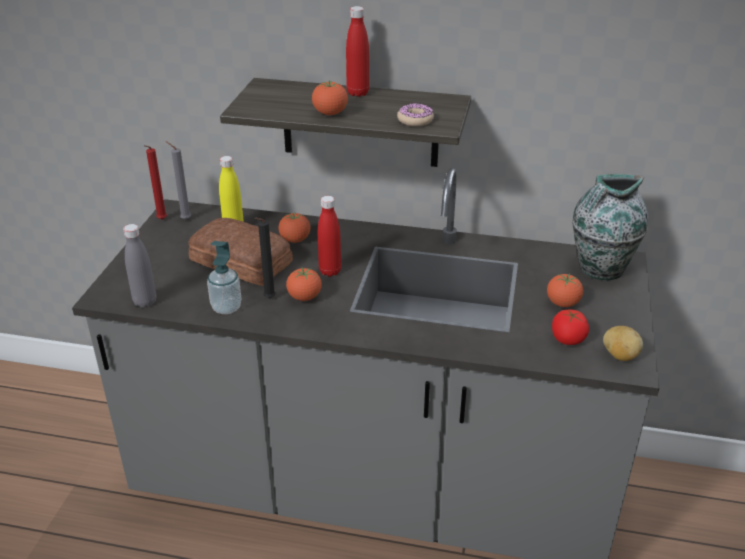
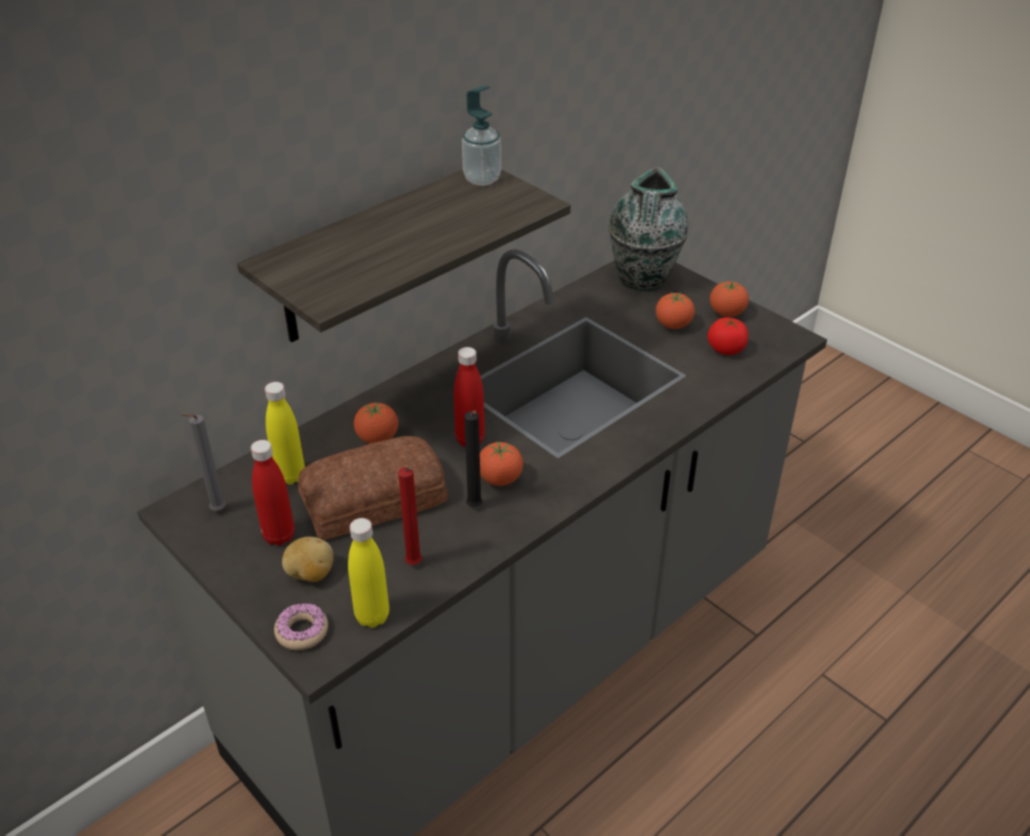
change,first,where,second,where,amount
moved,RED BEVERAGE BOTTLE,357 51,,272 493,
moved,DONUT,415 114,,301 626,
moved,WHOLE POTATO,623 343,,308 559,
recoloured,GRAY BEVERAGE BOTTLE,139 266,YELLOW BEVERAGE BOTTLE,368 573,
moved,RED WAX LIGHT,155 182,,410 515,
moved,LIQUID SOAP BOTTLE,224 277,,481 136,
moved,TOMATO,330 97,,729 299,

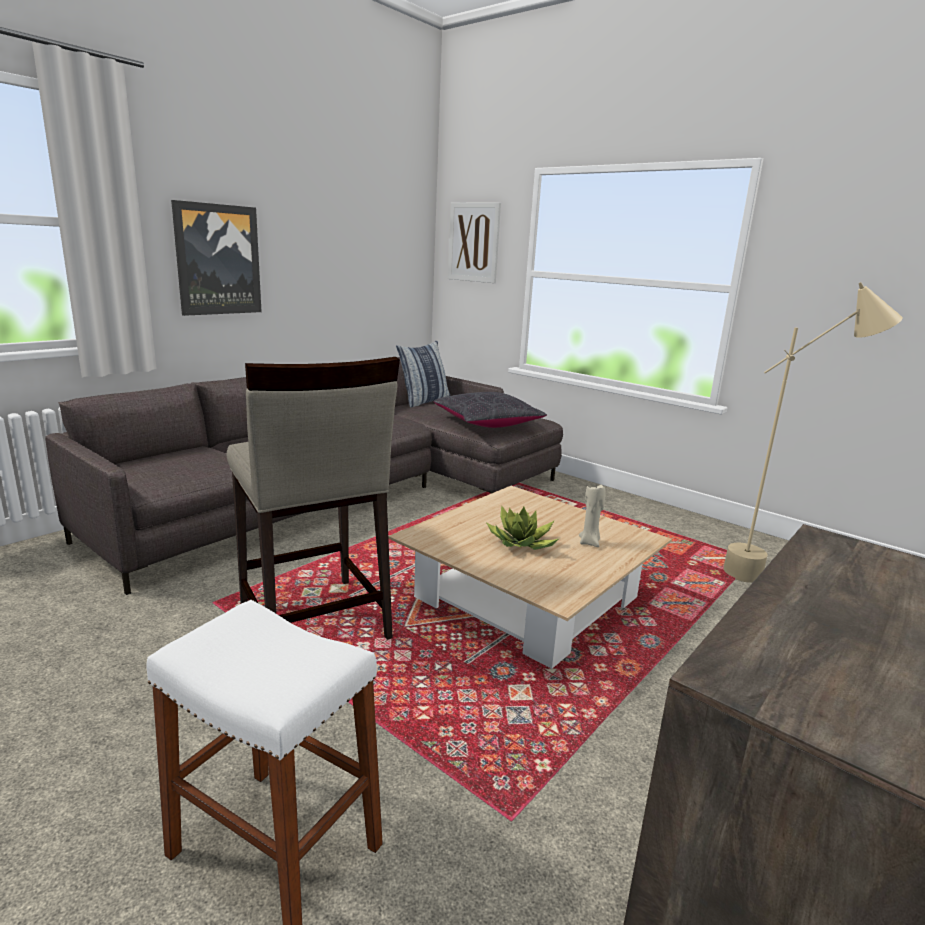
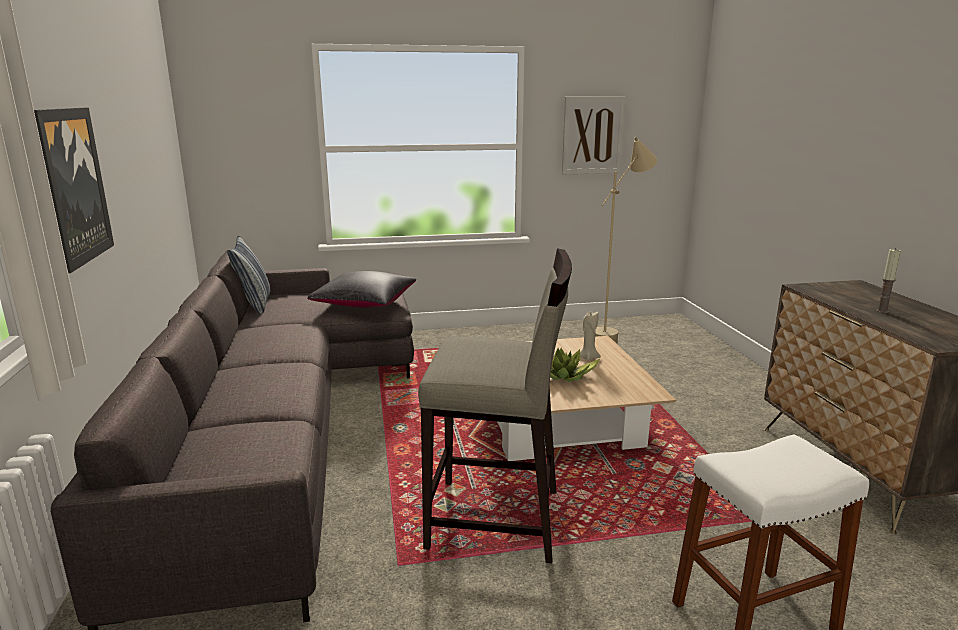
change,first,where,second,where,amount
moved,WALL ART,474 242,,593 135,
added,,,WAX LIGHT,888 280,

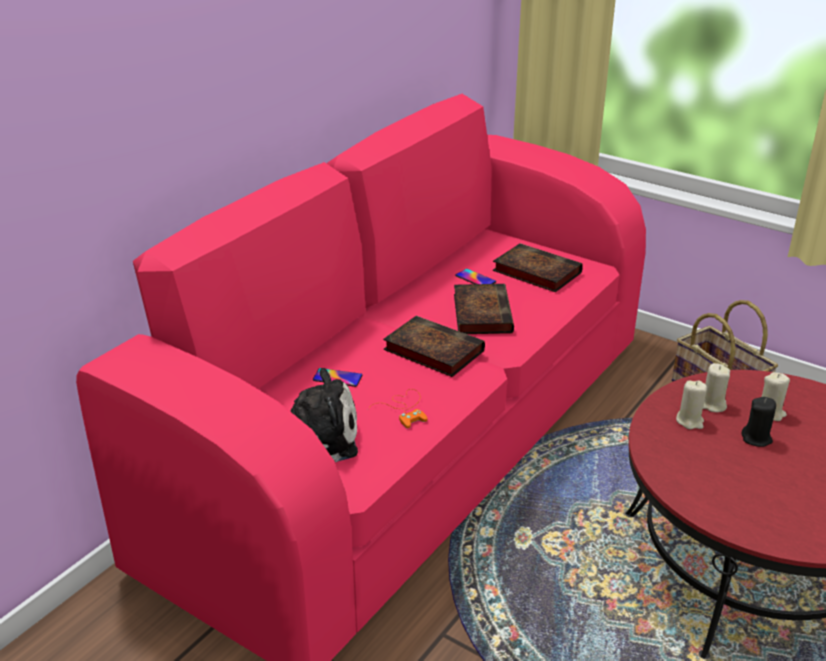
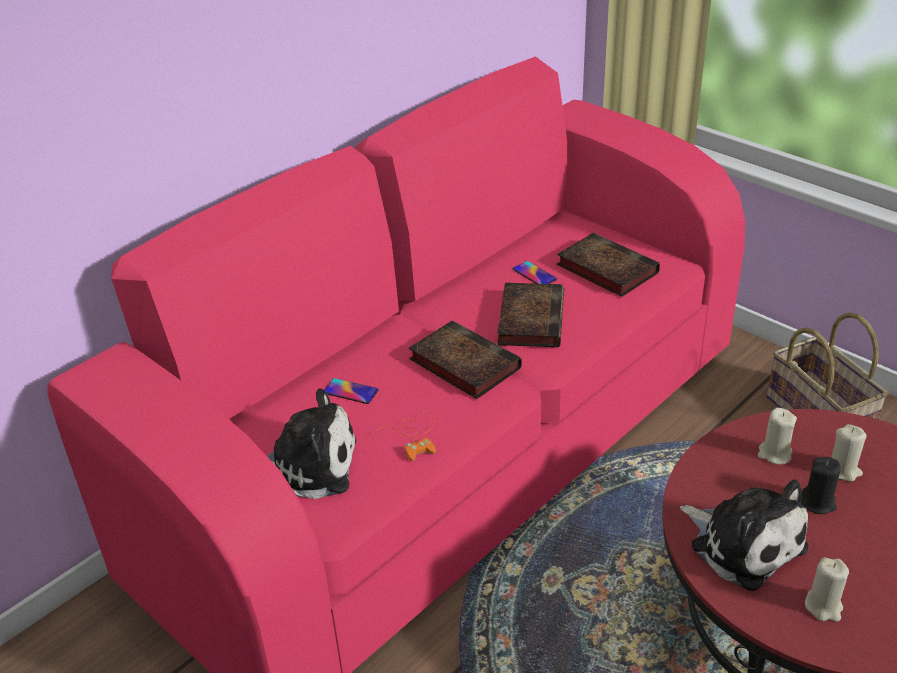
change,first,where,second,where,amount
added,,,CUDDLY TOY,744 535,
moved,BEIGE WAX LIGHT,691 404,,827 589,

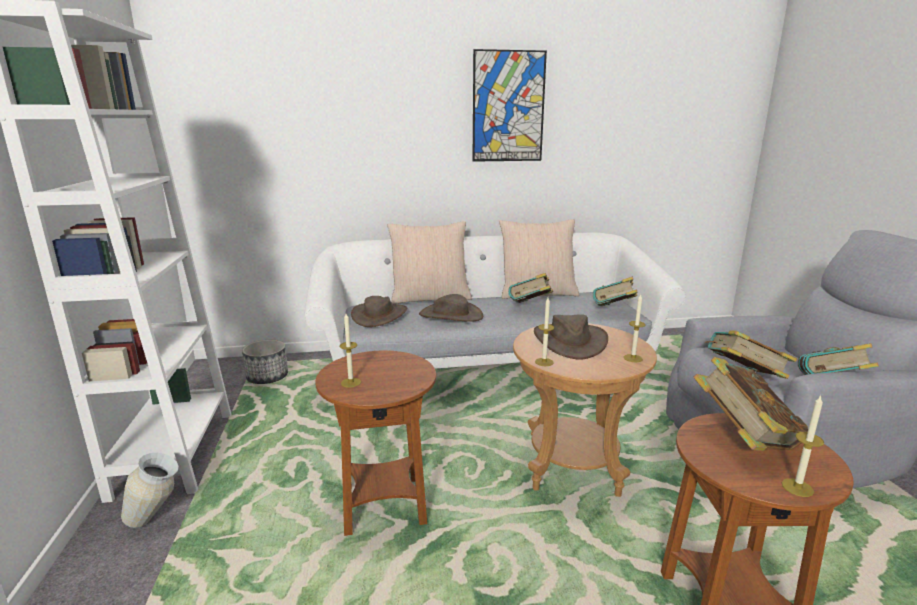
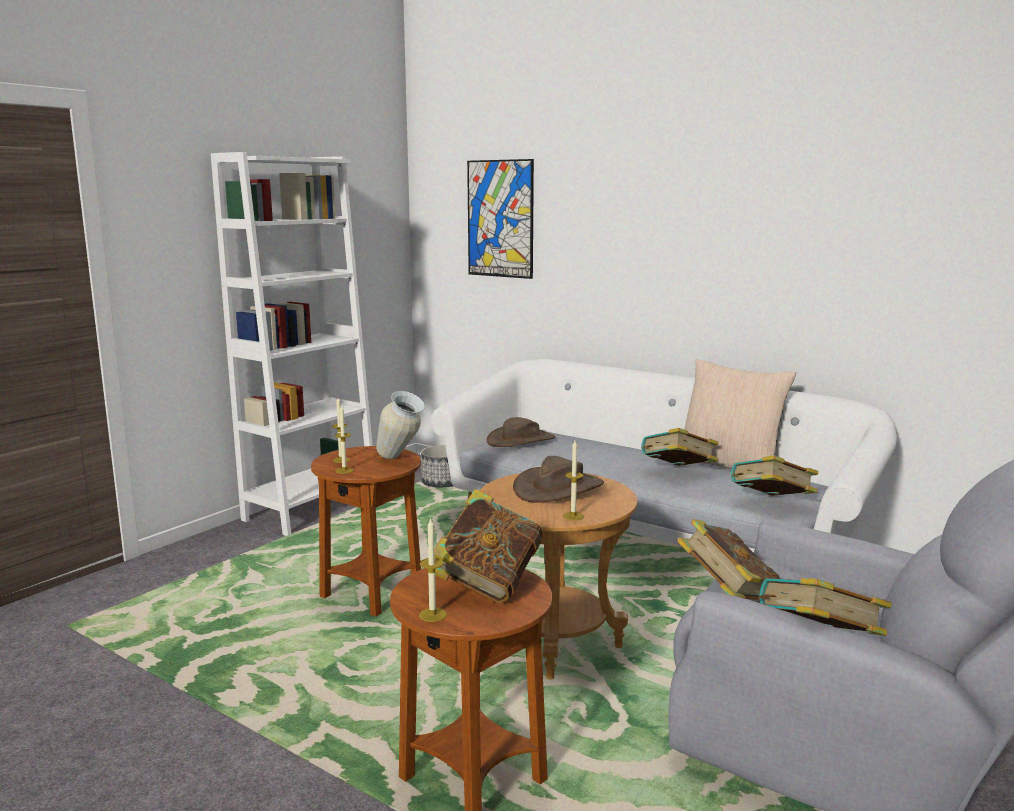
change,first,where,second,where,amount
moved,WAX LIGHT,544 332,,344 439,
moved,DECORATIVE VASE,150 490,,400 425,
moved,WALL ART,509 105,,500 219,
removed,BEIGE CUSHION,429 262,,,
removed,BROWN CLOTHING HAT,451 308,,,

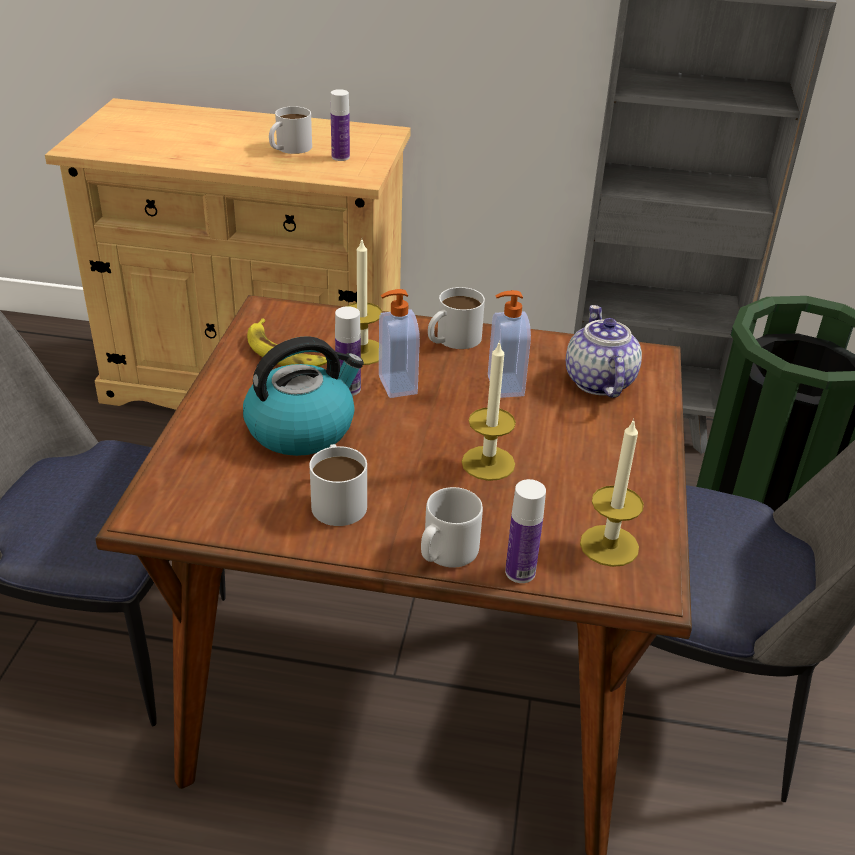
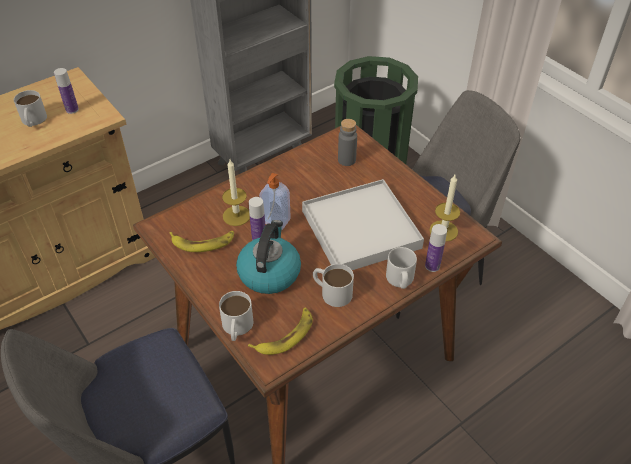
change,first,where,second,where,amount
moved,WHITISH TEA MUG,456 318,,236 316,
added,,,WHOLE BANANA,280 331,
replaced,WAX LIGHT,489 410,WHITISH SERVING TRAY,363 224,
replaced,TEAPOT,604 351,GRAY BEVERAGE BOTTLE,347 142,
removed,LIQUID SOAP BOTTLE,509 344,,,

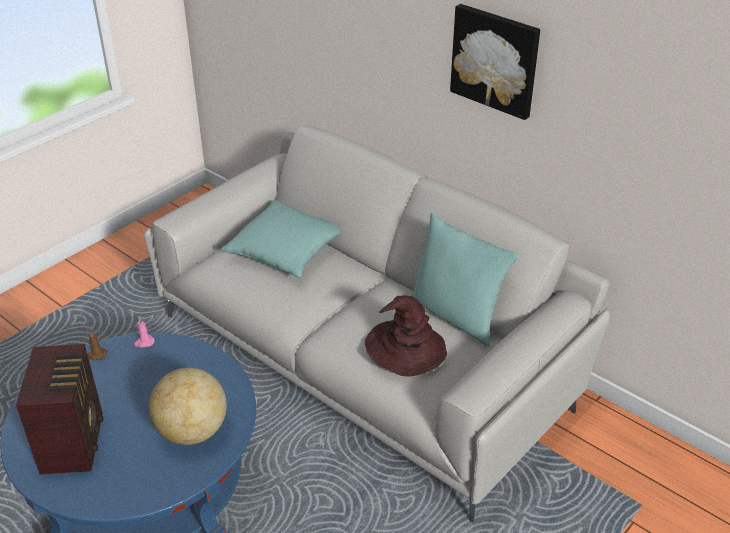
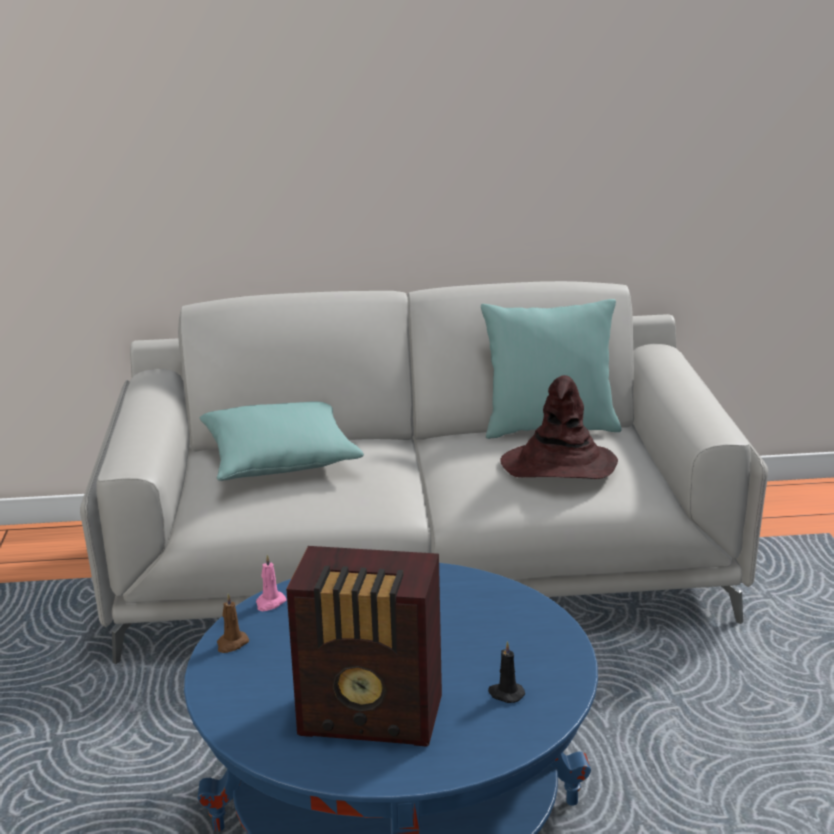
change,first,where,second,where,amount
turned,RADIO,60 409,,364 646,150 degrees clockwise
added,,,BLACK-COLOURED WAX LIGHT,506 672,
removed,DESK GLOBE,188 406,,,
removed,WALL ART,495 62,,,

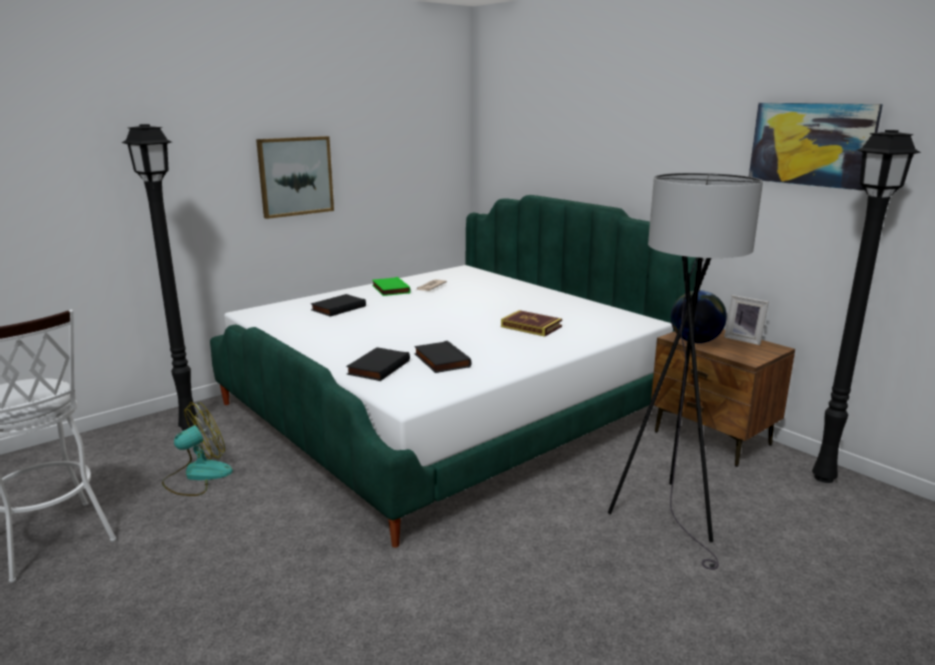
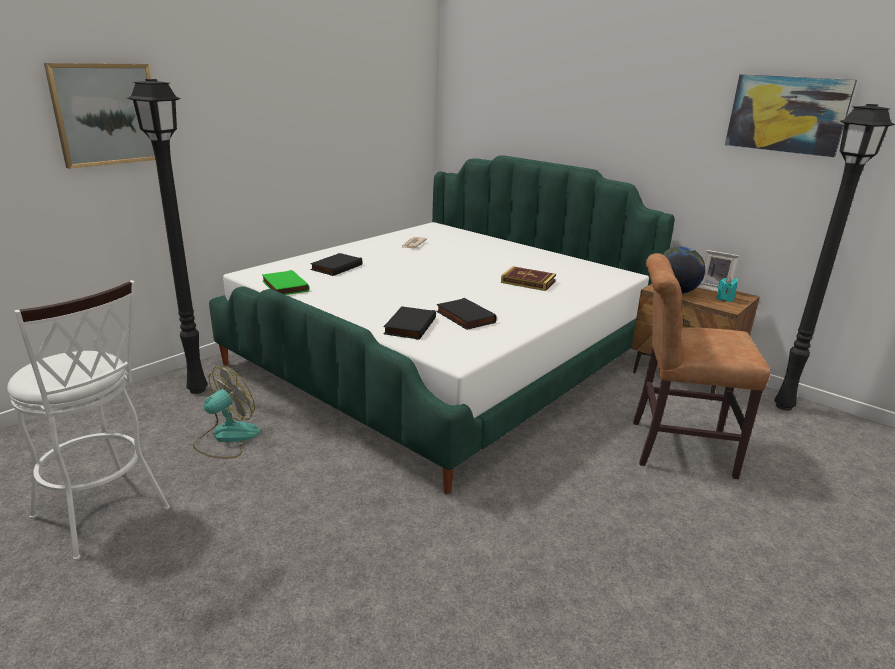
change,first,where,second,where,amount
moved,WALL ART,295 177,,99 116,
moved,GREENISH BOOK,391 286,,285 282,
replaced,GRAY STANDARD LAMP,685 371,BROWN PLAIN CHAIR,701 366,
added,,,BLUE-GREEN WAX LIGHT,727 289,

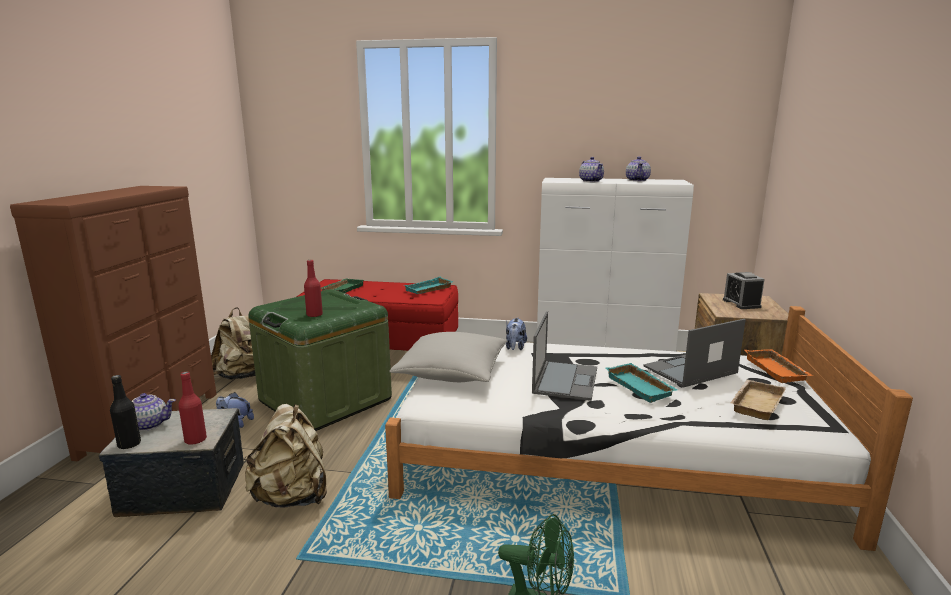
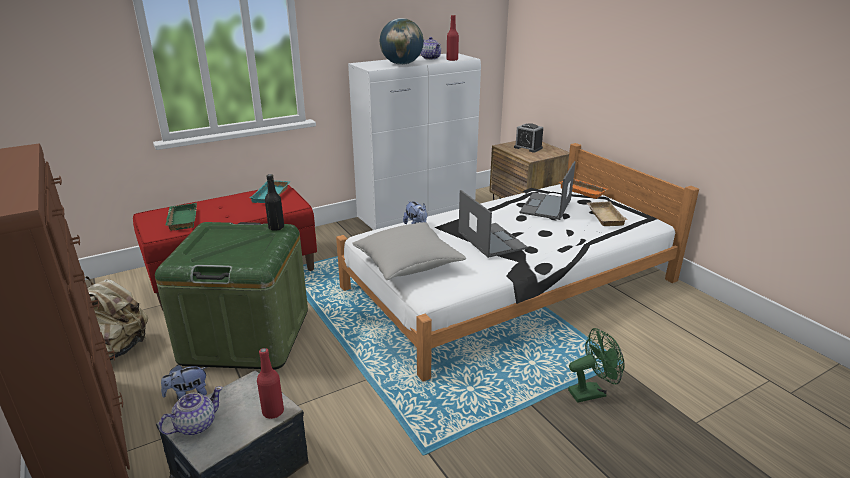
change,first,where,second,where,amount
moved,BLACK-COLOURED BEVERAGE BOTTLE,125 412,,274 202,
replaced,TEAPOT,591 169,DESK GLOBE,402 41,
moved,RED BEVERAGE BOTTLE,313 288,,453 38,
removed,BEIGE RUCKSACK,285 456,,,
removed,BLUE-GREEN SERVING TRAY,642 383,,,

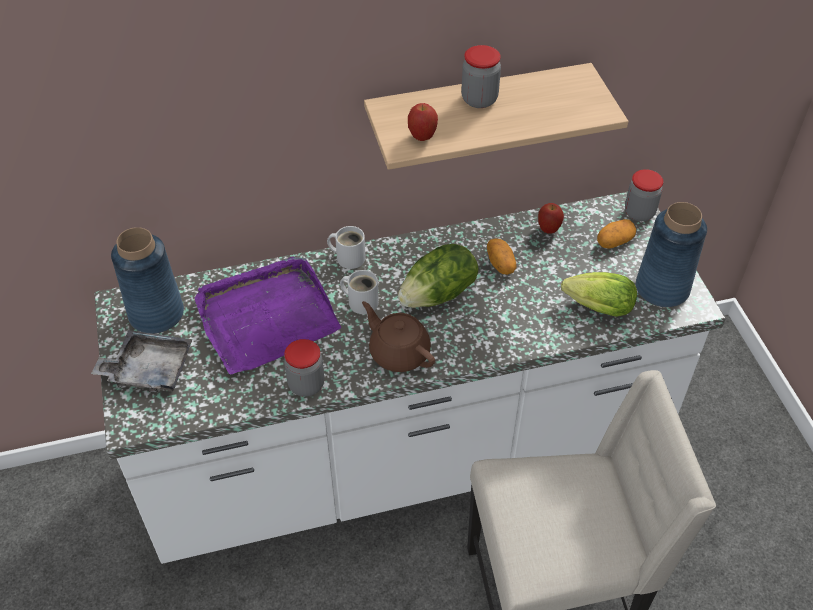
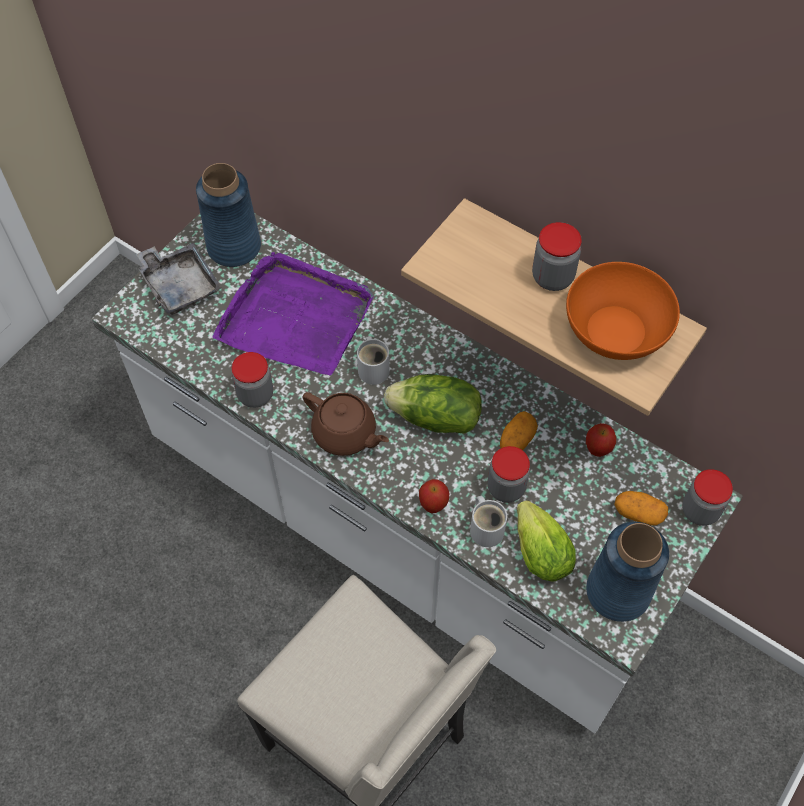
change,first,where,second,where,amount
turned,BROWN TEAPOT,398 336,,346 424,120 degrees clockwise
moved,APPLE,423 122,,434 496,
moved,WHITISH TEA MUG,346 247,,488 521,
added,,,JAR,509 474,
added,,,ORANGE BOWL,623 311,

